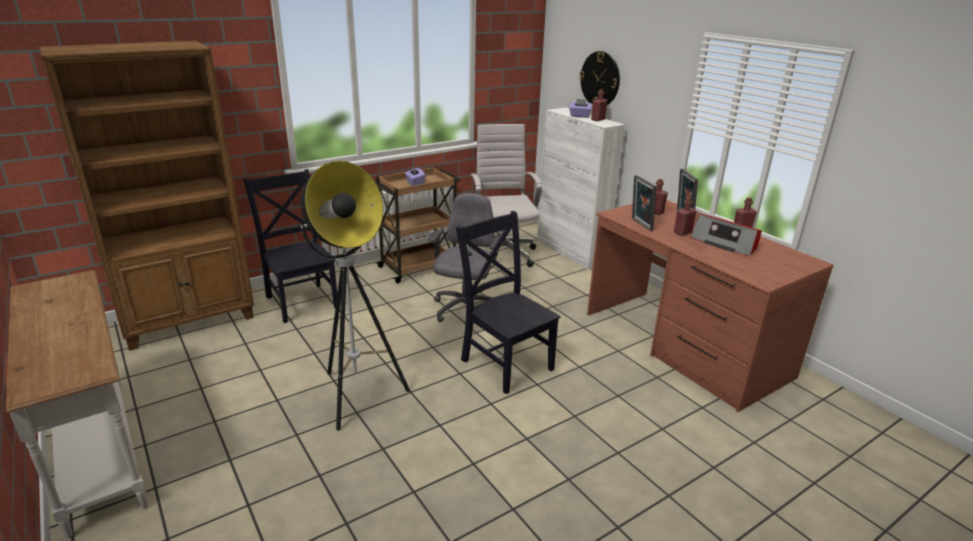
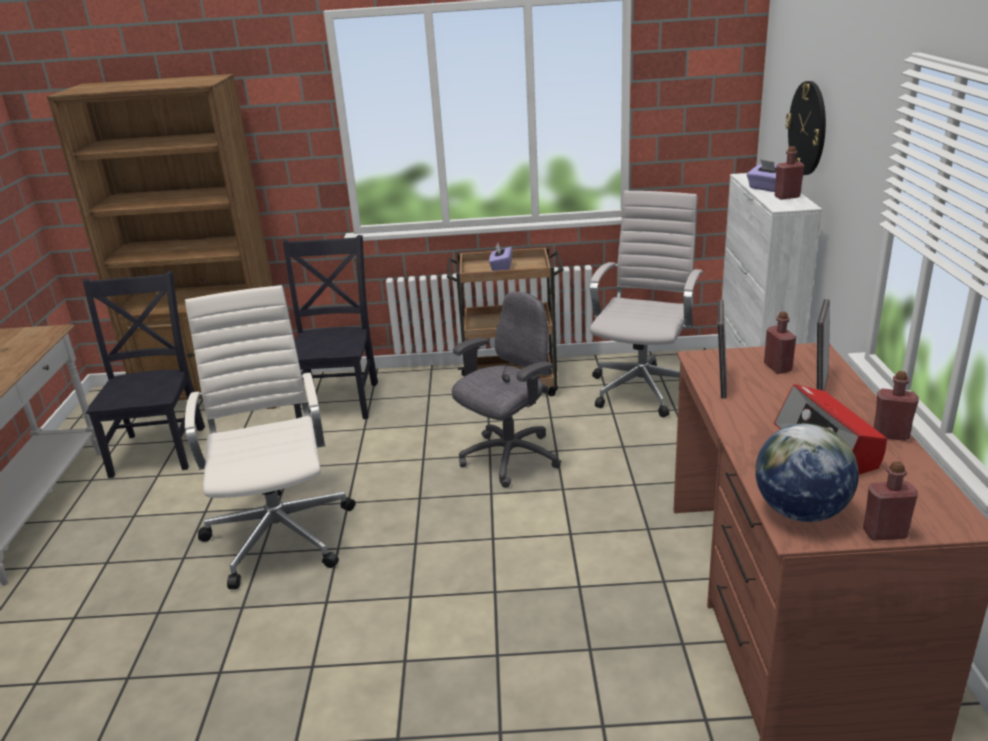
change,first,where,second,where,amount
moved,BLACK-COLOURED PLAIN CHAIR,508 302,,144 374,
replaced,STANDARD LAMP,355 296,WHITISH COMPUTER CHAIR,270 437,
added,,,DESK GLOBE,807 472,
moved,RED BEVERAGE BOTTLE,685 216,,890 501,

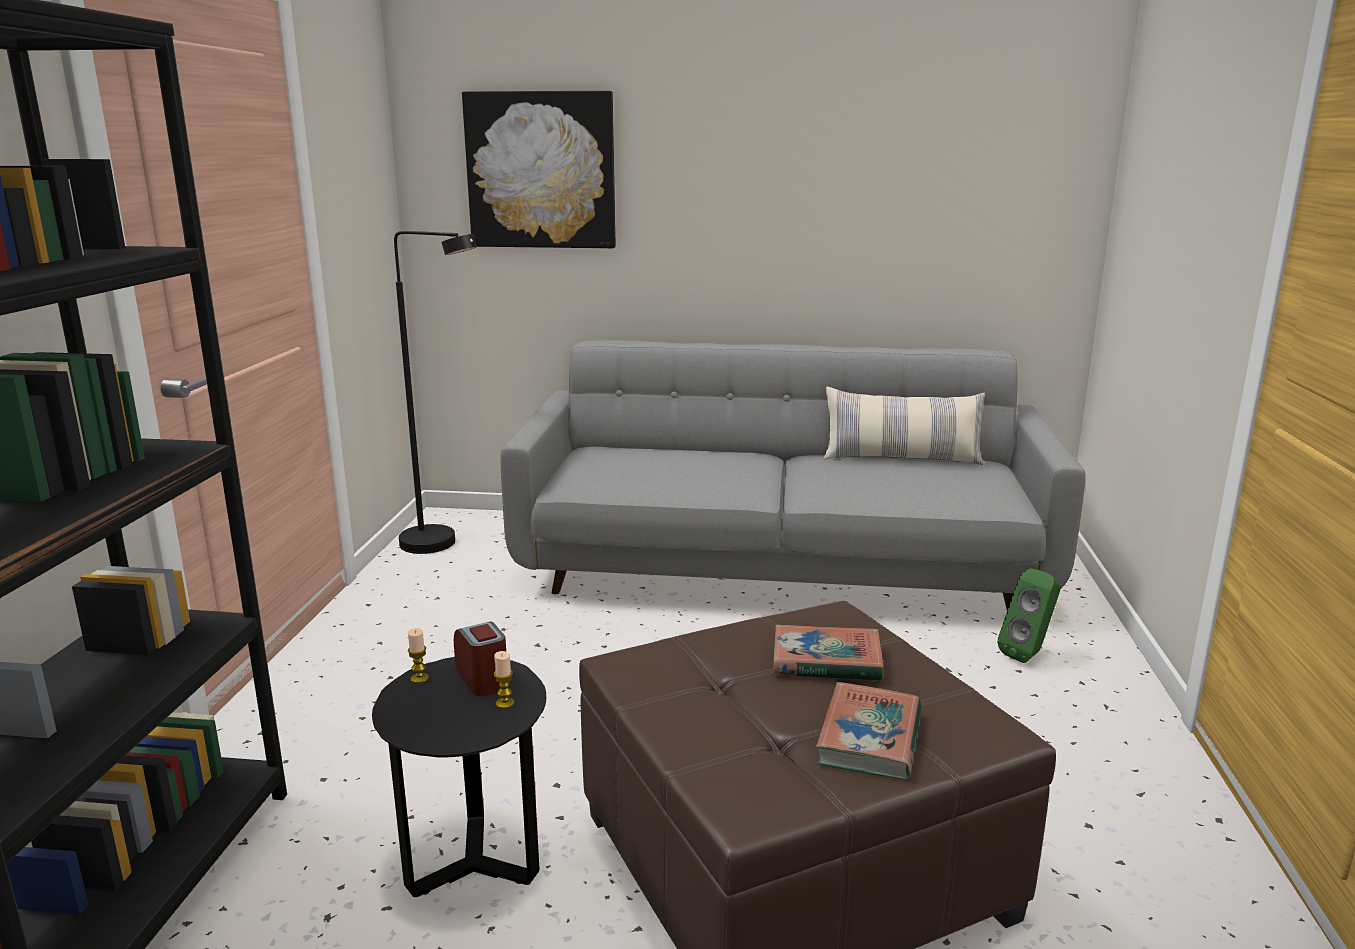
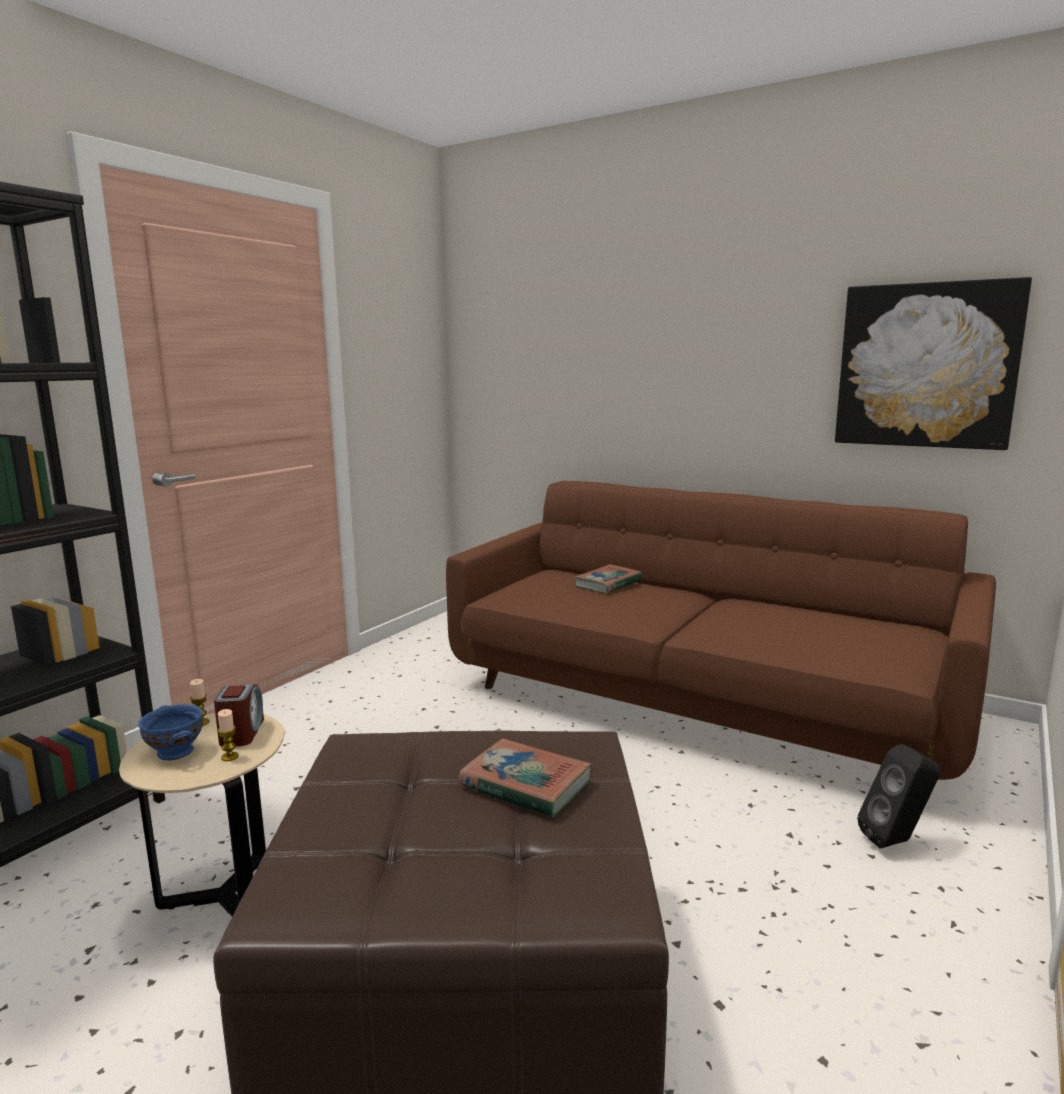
change,first,where,second,where,amount
recoloured,BLACK-COLOURED END TABLE,459 777,BEIGE END TABLE,202 814,
added,,,BLUE-COLOURED BOWL,170 732,
recoloured,GRAY SETTEE,793 475,BROWN SETTEE,721 630,
moved,BOOK,869 730,,608 578,
moved,WALL ART,539 170,,933 363,
recoloured,GREENISH LOUDSPEAKER,1029 615,BLACK-COLOURED LOUDSPEAKER,899 796,
removed,BLACK-COLOURED STANDARD LAMP,435 392,,,
removed,CUSHION,904 426,,,

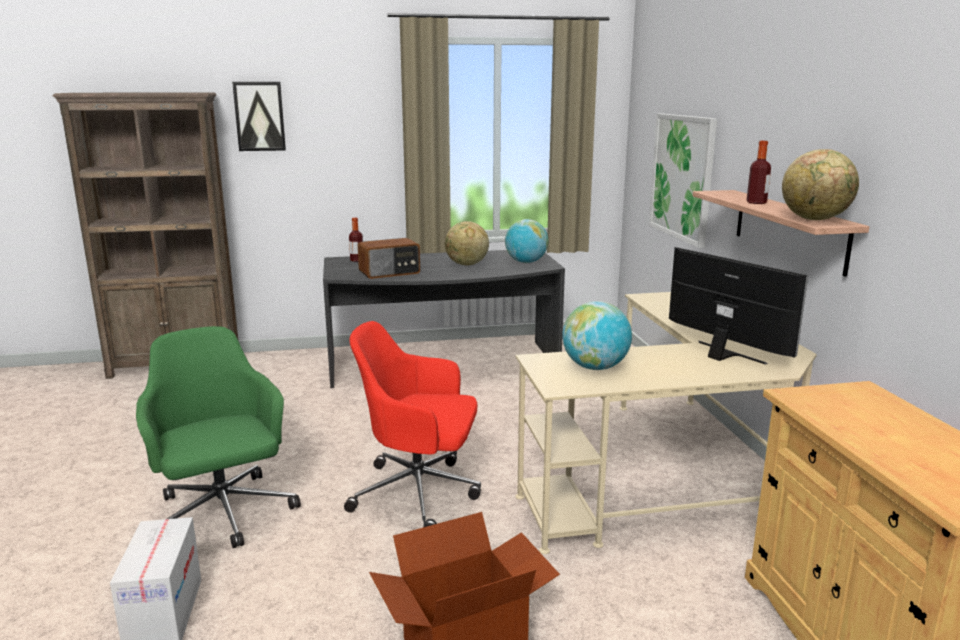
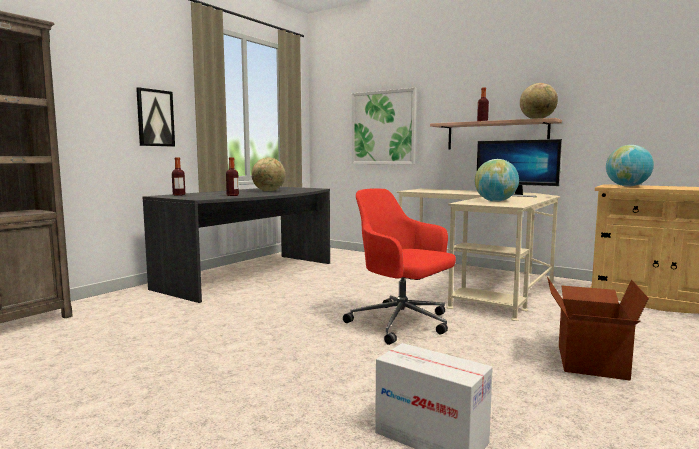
change,first,where,second,where,amount
moved,WALL ART,259 116,,155 116,
replaced,RADIO,389 258,BEVERAGE BOTTLE,232 176,
turned,RED COMPUTER CHAIR,412 424,,399 266,75 degrees clockwise
turned,COMPUTER DISPLAY,738 306,,519 168,150 degrees counterclockwise
moved,DESK GLOBE,526 241,,630 166,
removed,GREENISH COMPUTER CHAIR,218 437,,,

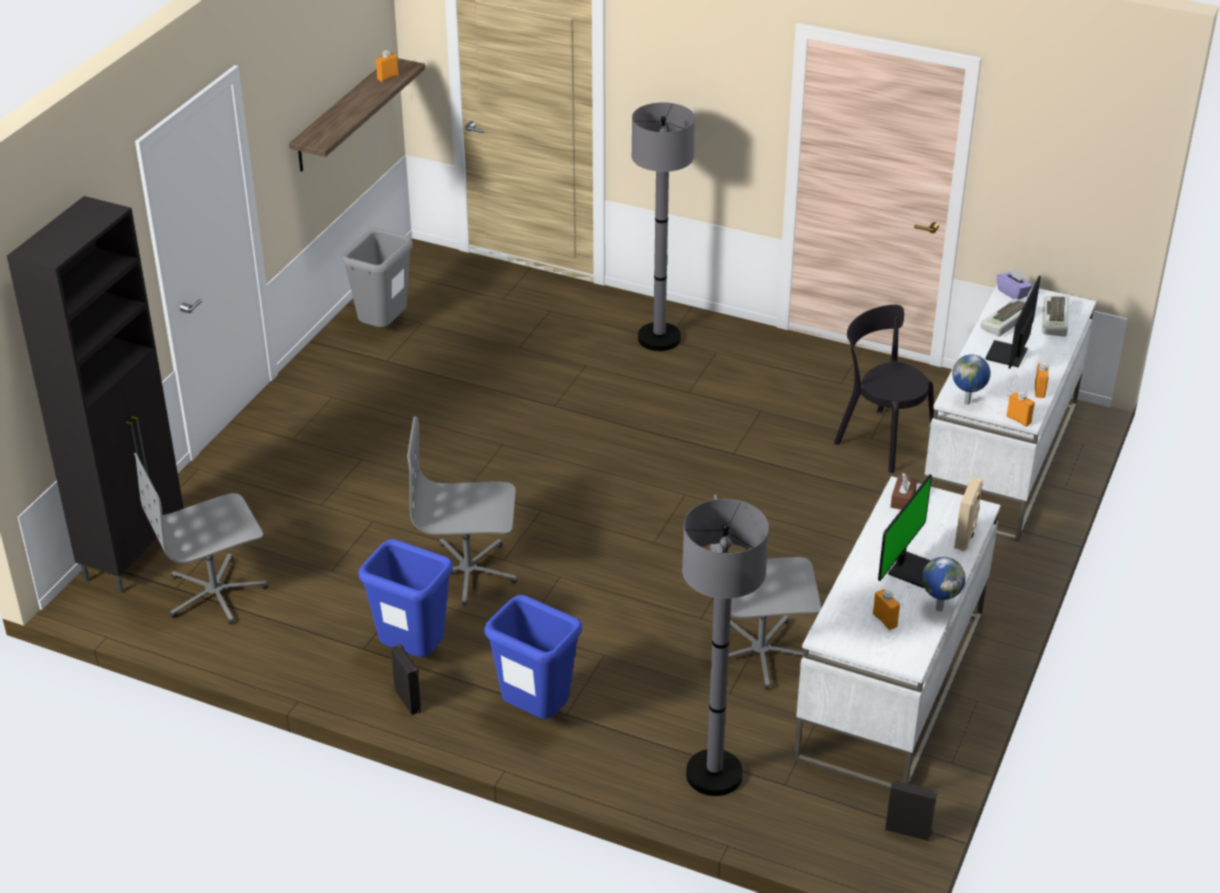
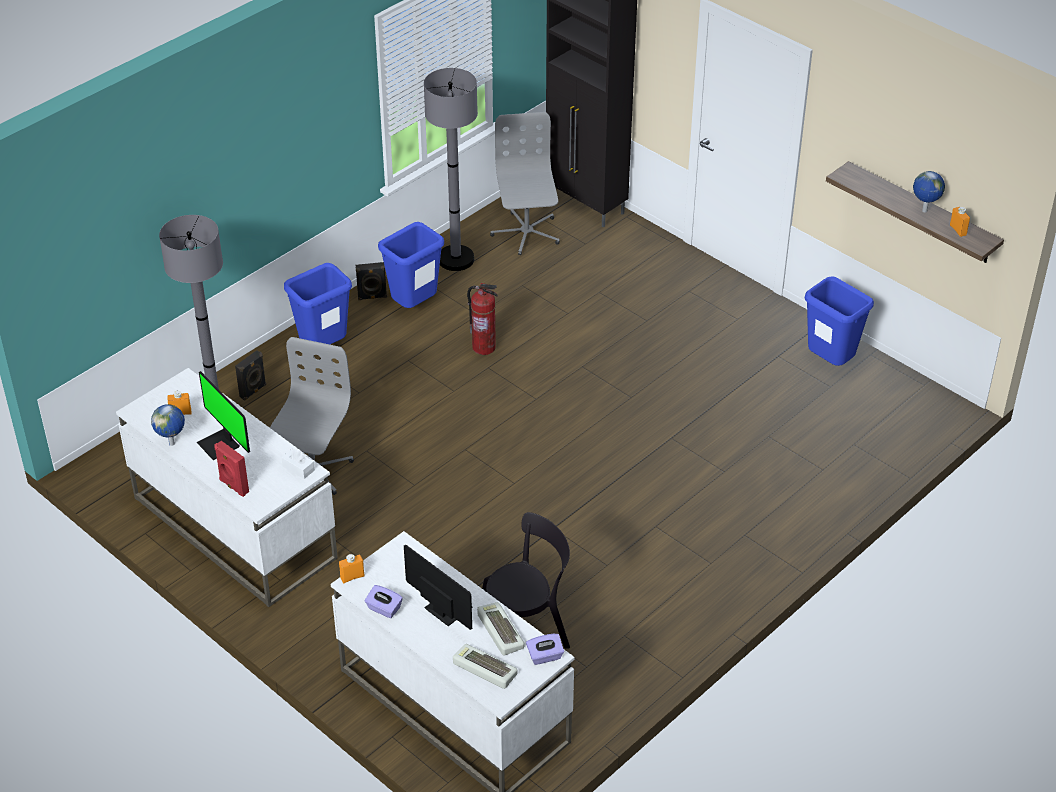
change,first,where,second,where,amount
recoloured,BEIGE LOUDSPEAKER,968 514,RED LOUDSPEAKER,231 469,
moved,BLACK-COLOURED LOUDSPEAKER,911 810,,250 375,
recoloured,BROWN BOX OF TISSUES,904 491,WHITISH BOX OF TISSUES,298 464,
replaced,ORANGE BEVERAGE BOTTLE,1042 380,PURPLE BOX OF TISSUES,384 601,
moved,GRAY STANDARD LAMP,663 226,,451 169,
replaced,GRAY COMPUTER CHAIR,462 511,EXTINGUISHER,482 319,
recoloured,GRAY RUBBISH BIN,377 277,BLUE-COLOURED RUBBISH BIN,839 321,
moved,DESK GLOBE,971 380,,929 192,

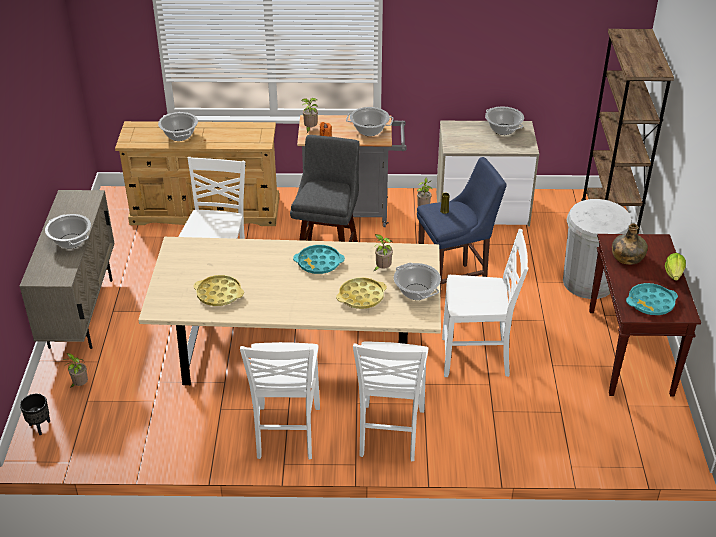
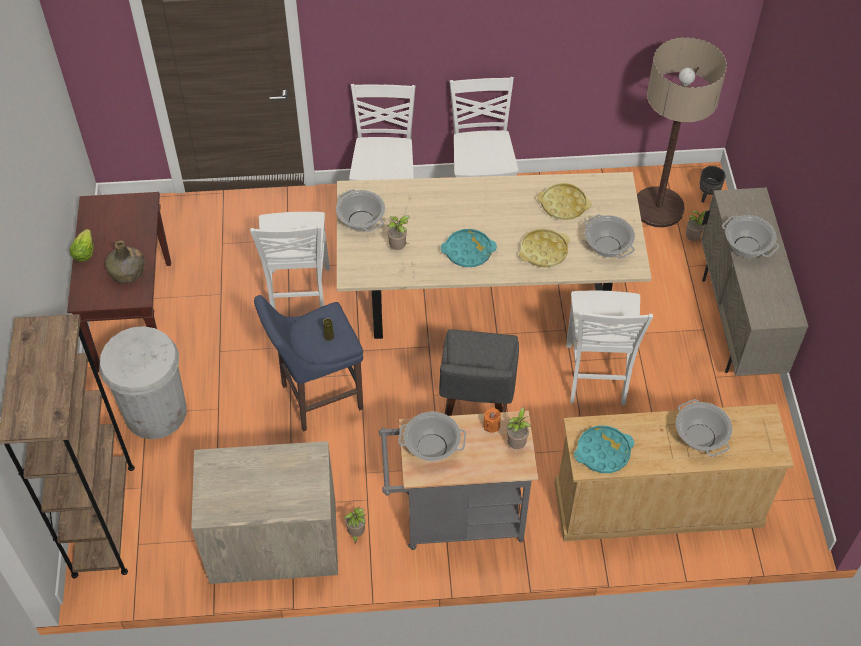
change,first,where,second,where,amount
turned,WHITISH PLAIN CHAIR,485 303,,290 261,90 degrees counterclockwise
moved,YELLOW SERVING TRAY,361 293,,544 248,
moved,BLUE-GREEN SERVING TRAY,652 299,,604 449,
moved,COOKING POT,504 121,,610 236,
added,,,STANDARD LAMP,682 132,

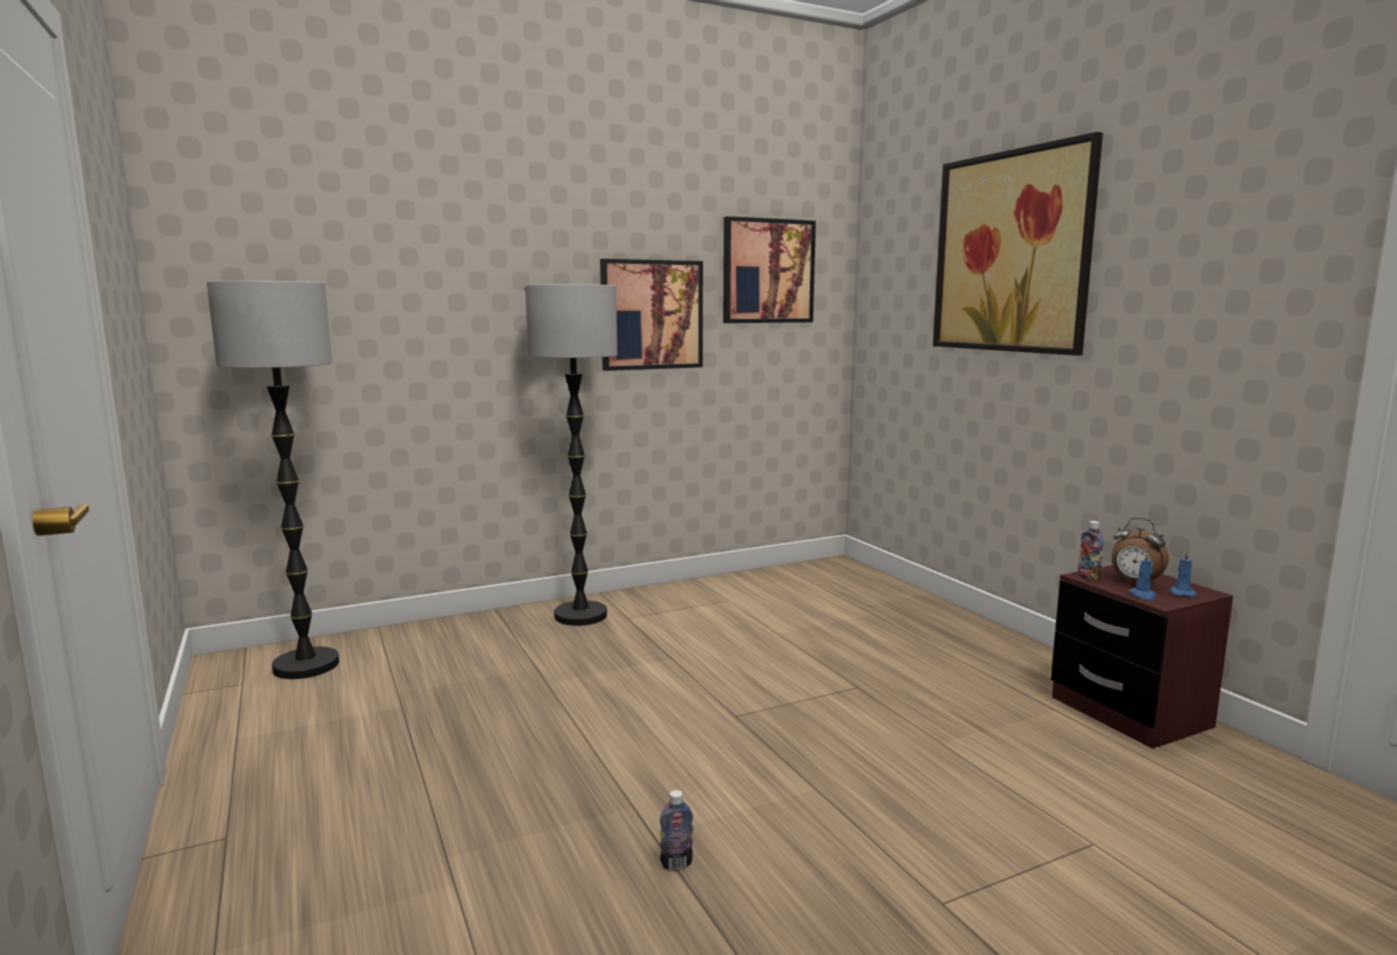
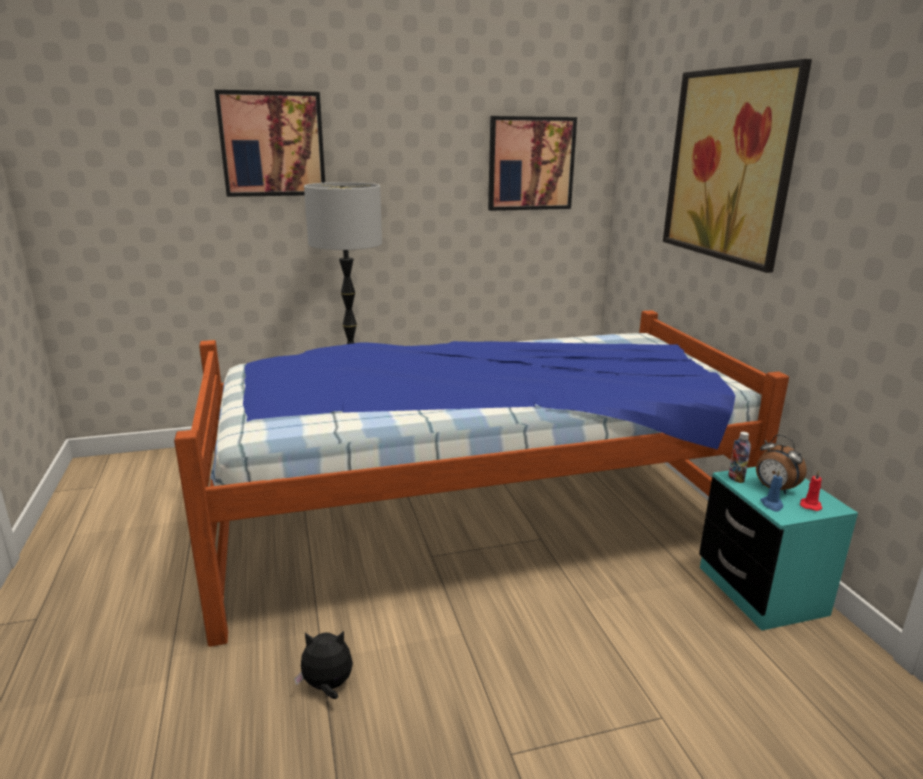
change,first,where,second,where,amount
added,,,BED,481 478,
moved,WALL ART,651 315,,270 143,
replaced,BEVERAGE BOTTLE,676 830,CUDDLY TOY,323 665,
recoloured,BROWN NIGHTSTAND,1142 657,BLUE-GREEN NIGHTSTAND,778 549,
recoloured,BLUE-COLOURED WAX LIGHT,1183 573,RED WAX LIGHT,811 491,
removed,STANDARD LAMP,273 480,,,

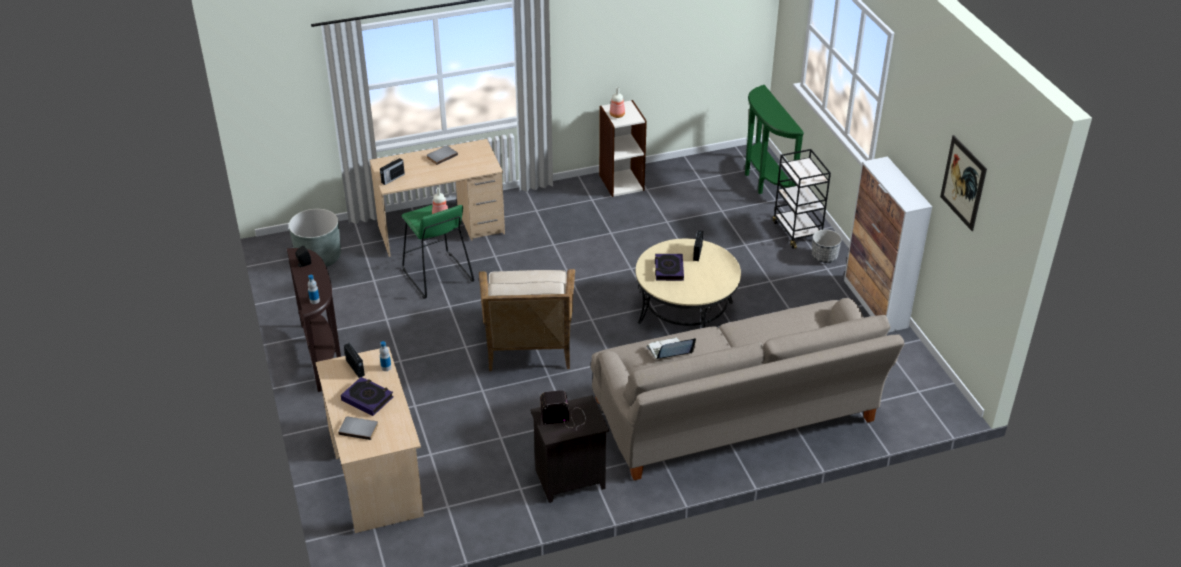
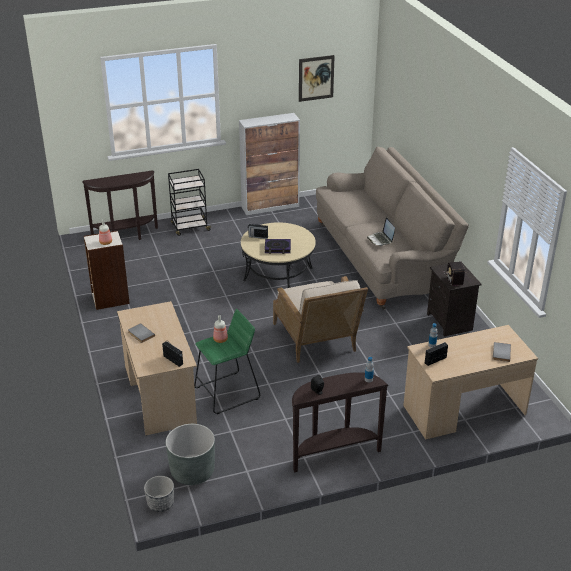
change,first,where,second,where,amount
recoloured,GREENISH HALL TABLE,774 139,BROWN HALL TABLE,120 205,
moved,FLOWER POT,827 246,,159 494,
turned,BEIGE EASY CHAIR,527 320,,320 319,75 degrees clockwise
removed,BOOK,367 396,,,

